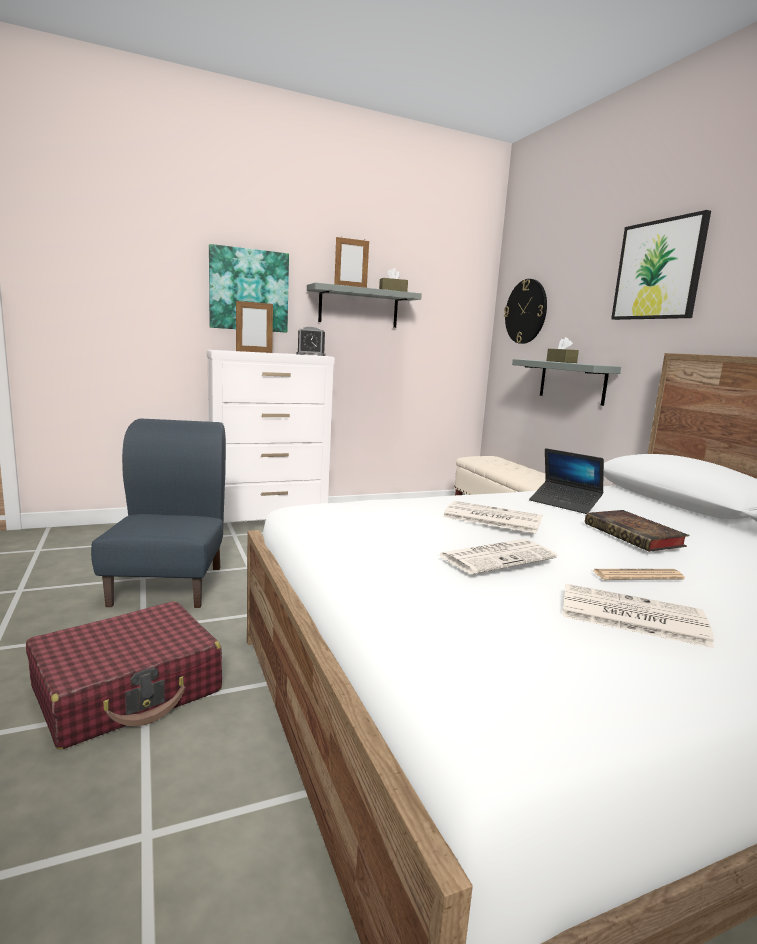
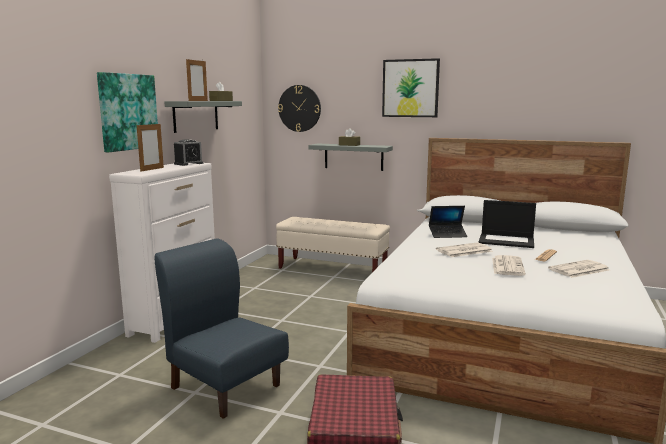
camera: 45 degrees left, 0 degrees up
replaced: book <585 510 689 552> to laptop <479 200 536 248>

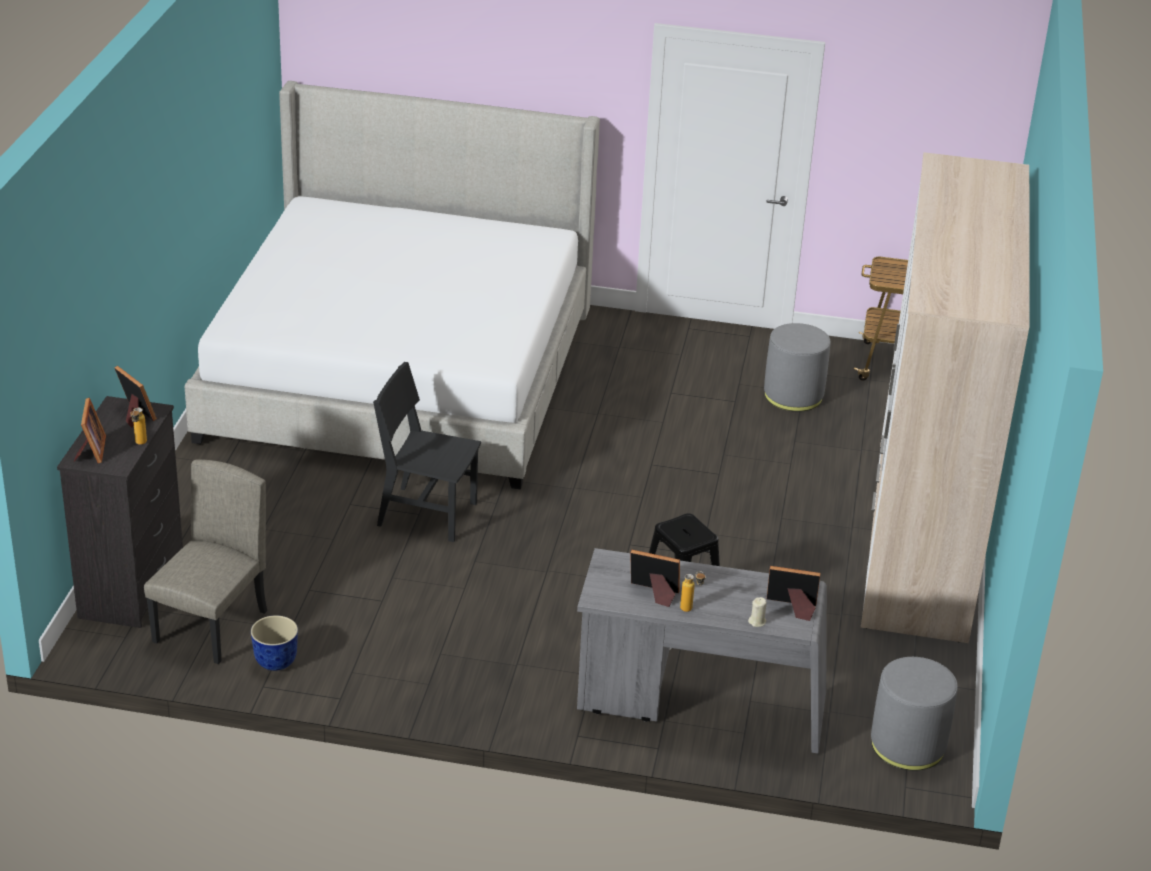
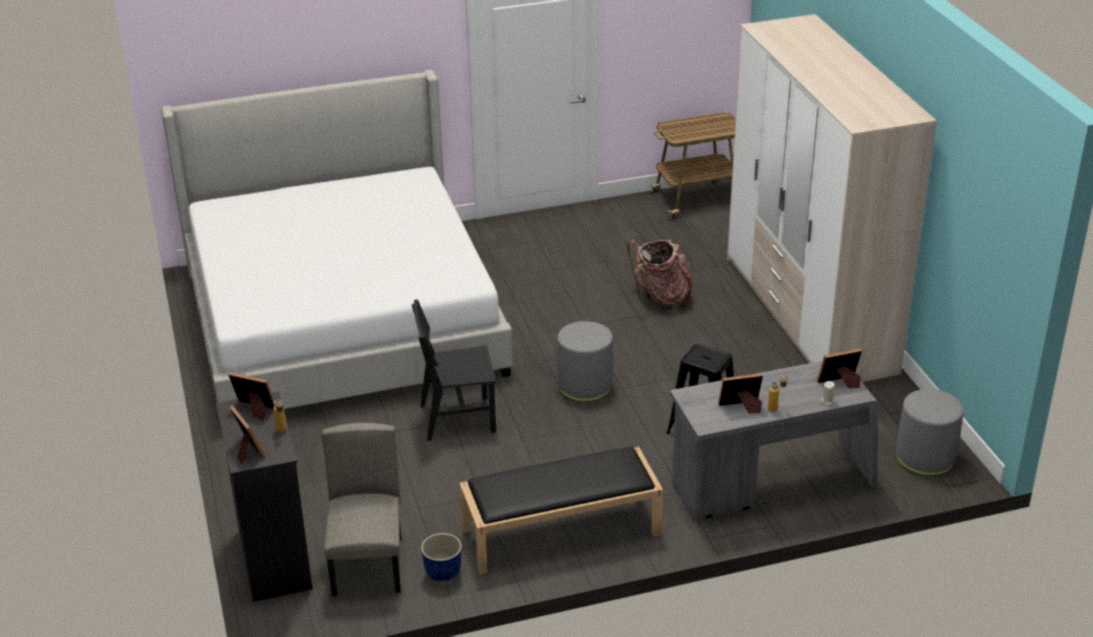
camera: 25 degrees left, 0 degrees up
added: backpack <627 240 692 309>; black bench <460 447 663 574>
moved: grey ottoman <764 323 830 412> to <557 321 613 402>

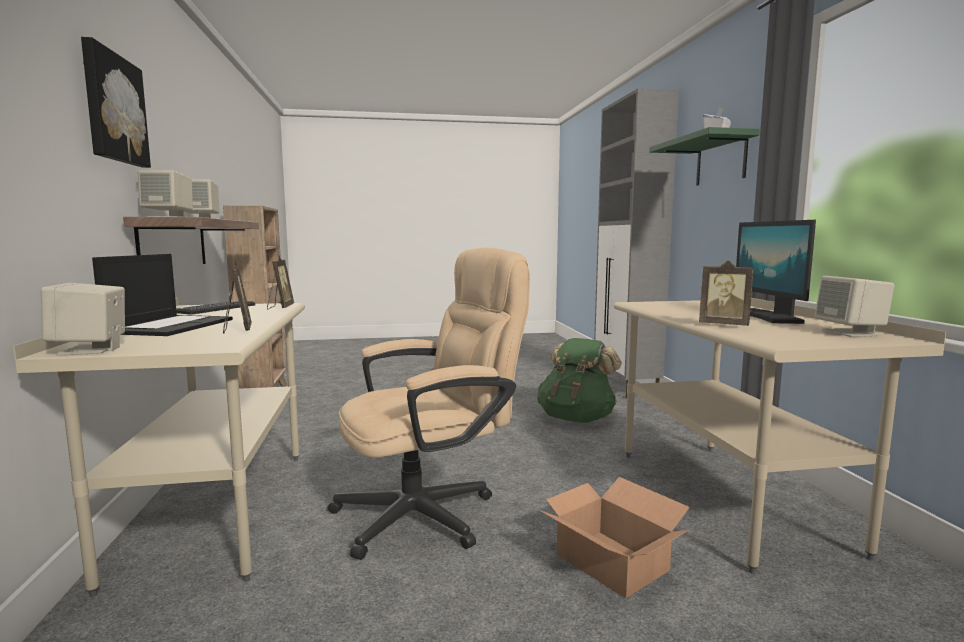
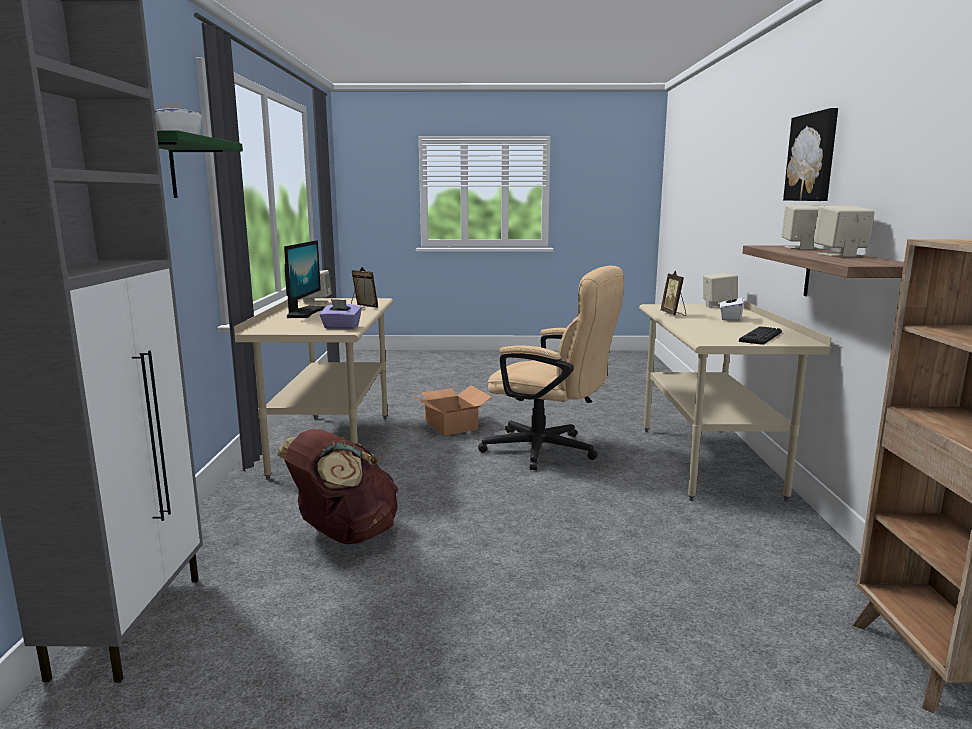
camera: 170 degrees left, 5 degrees up
removed: picture frame <267 256 294 310>
added: purple tissue box <319 299 362 329>
replaced: laptop <92 254 233 336> to white tissue box <720 291 744 321>
recoloured: green backpack <537 338 622 423> to brown backpack <277 429 399 544>
turned: beige office chair <327 248 530 560> = <478 266 624 471> 135 degrees counterclockwise

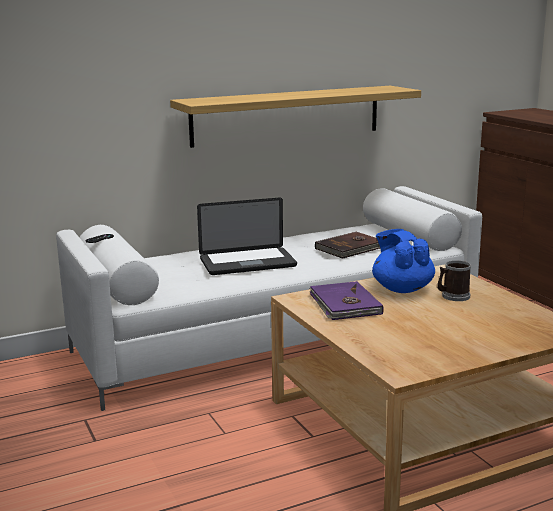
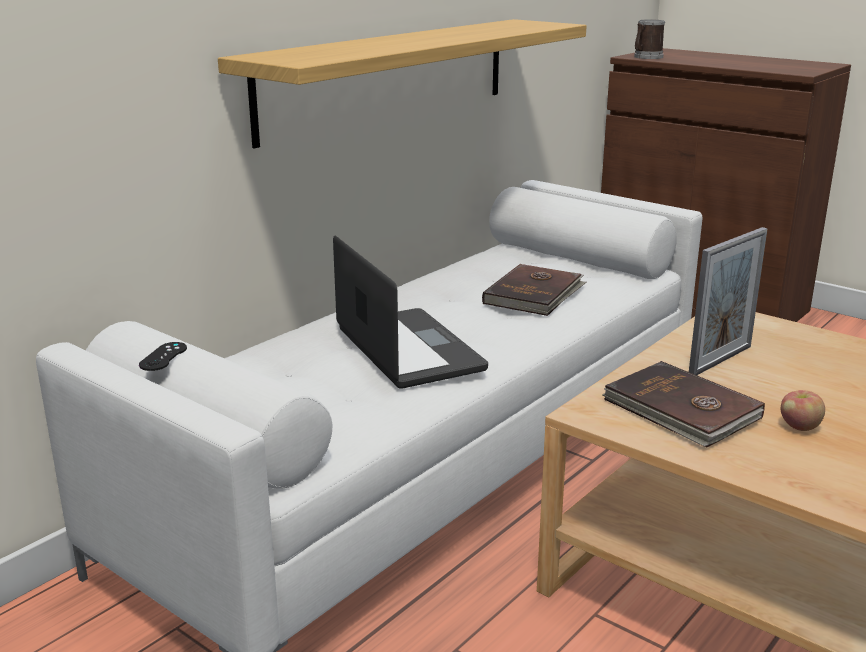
camera: 25 degrees left, 5 degrees up
added: apple <781 390 825 431>
moved: mug <437 261 471 301> to <634 19 665 59>
replaced: blue teapot <372 229 435 293> to picture frame <689 227 768 375>
recoloured: purple book <310 281 384 320> to brown book <602 361 765 447>
turned: laptop <197 198 297 275> = <333 236 488 389> 75 degrees counterclockwise

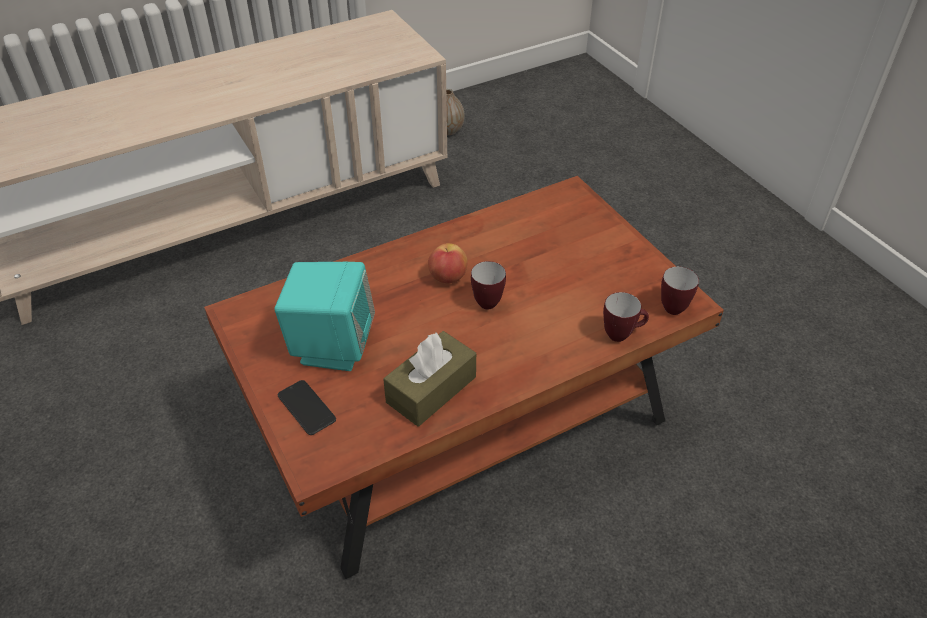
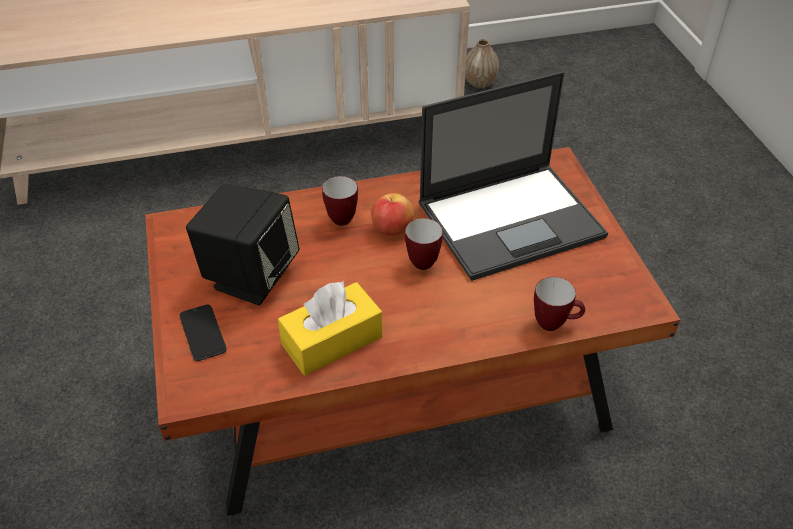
camera: 15 degrees right, 0 degrees up
added: laptop <419 71 608 281>
moved: mug <661 266 699 315> to <322 176 358 226>
recoloured: turquoise speaker <274 262 375 371> to black speaker <186 184 299 305>; brown tissue box <383 331 476 427> to yellow tissue box <278 281 382 375>

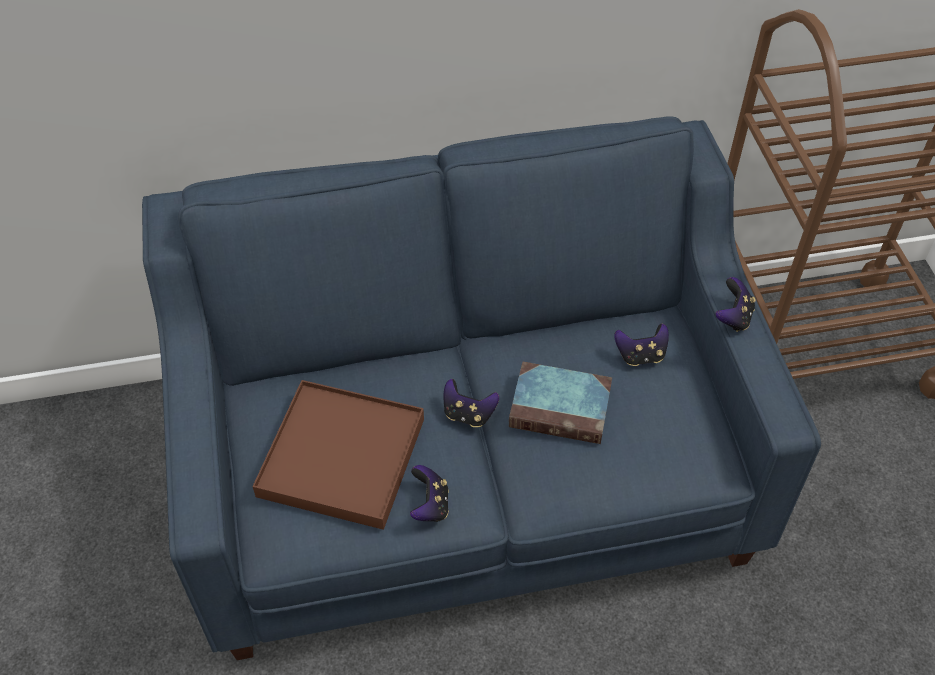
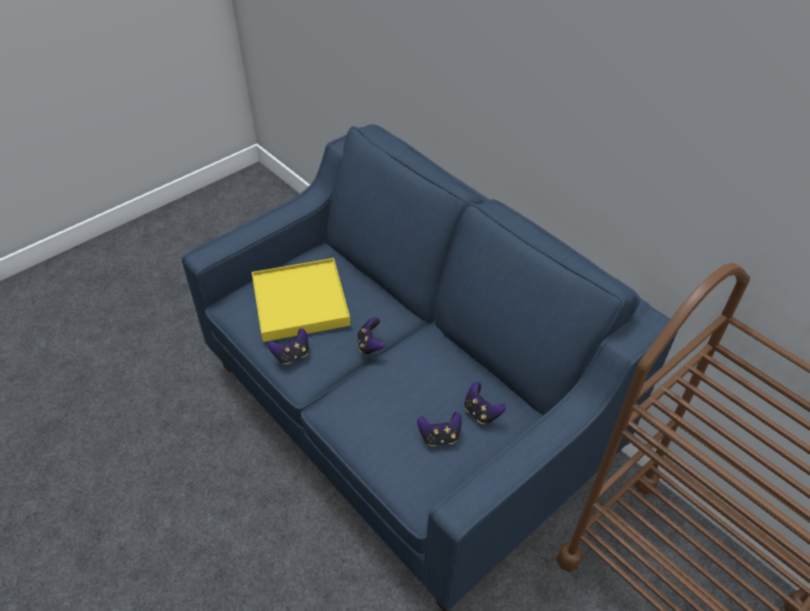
camera: 60 degrees right, 5 degrees down
removed: book <509 362 612 444>
moved: game controller <715 277 756 332> to <417 411 462 446>
recoloured: brown tray <252 380 424 530> to yellow tray <252 258 351 342>

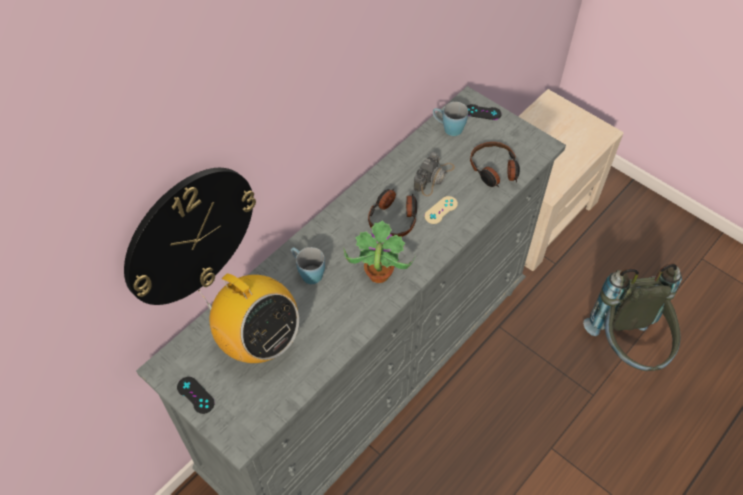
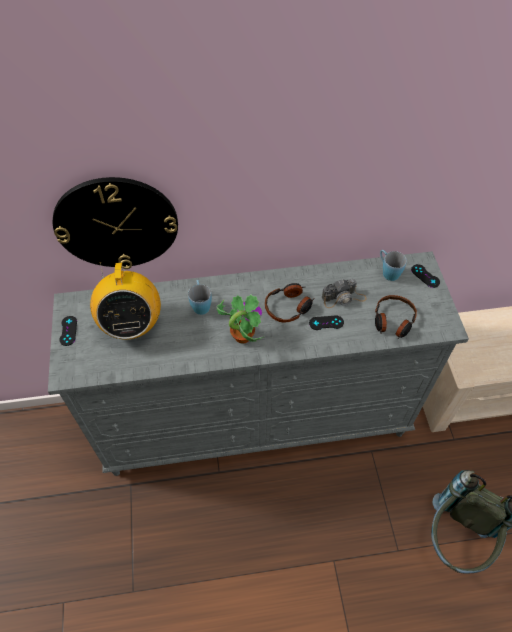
camera: 40 degrees right, 0 degrees up
recoloured: beige game controller <424 196 458 224> to black game controller <309 316 344 330>

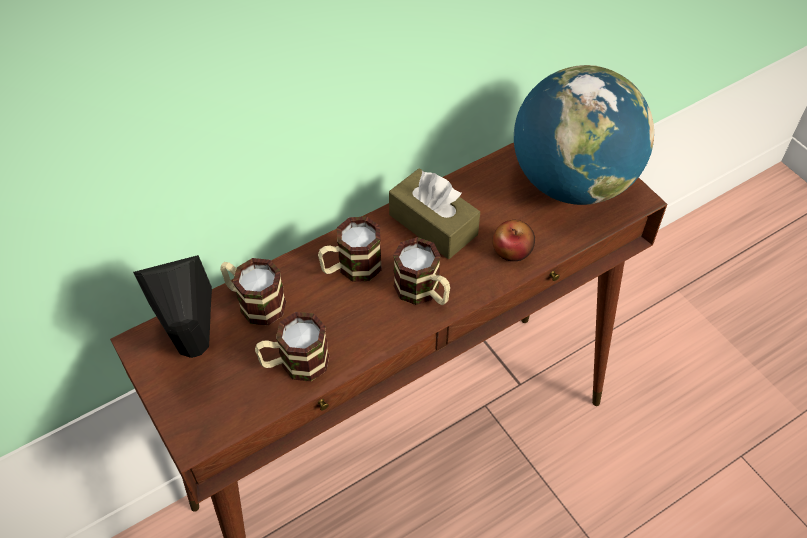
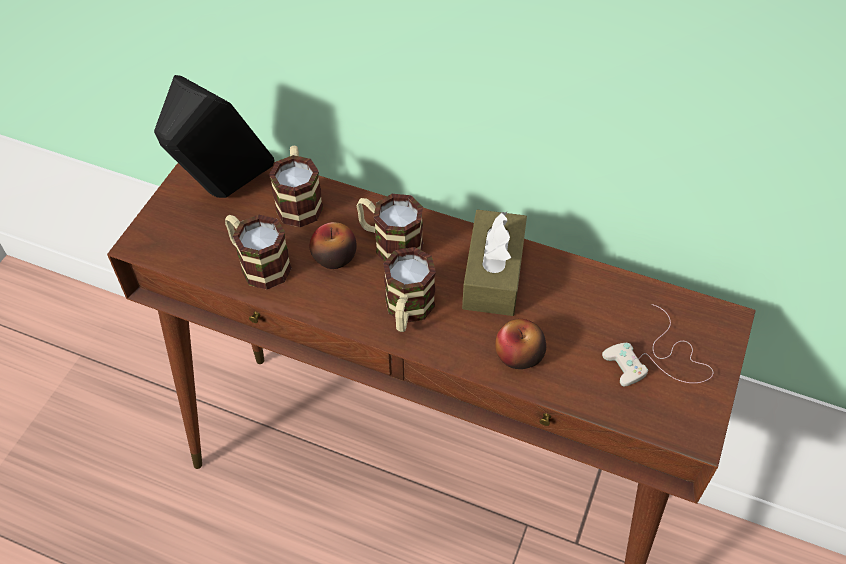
camera: 55 degrees right, 0 degrees up
added: apple <310 222 357 269>
replaced: globe <514 65 654 205> to white game controller <602 304 713 386>

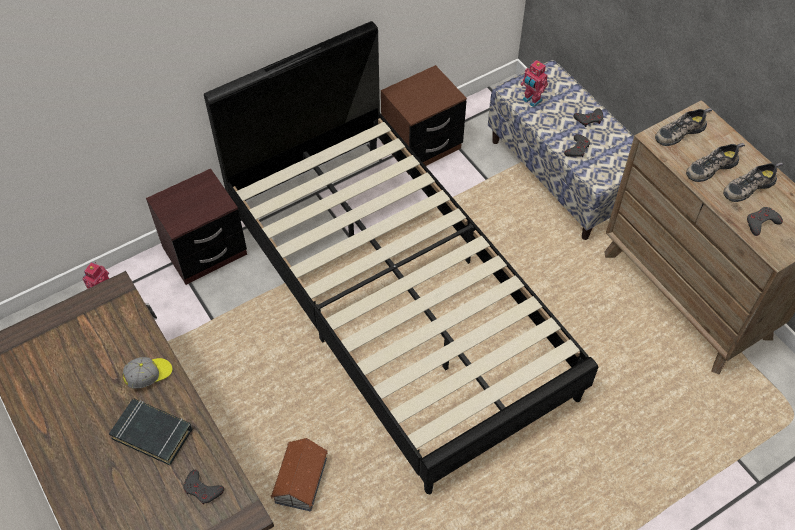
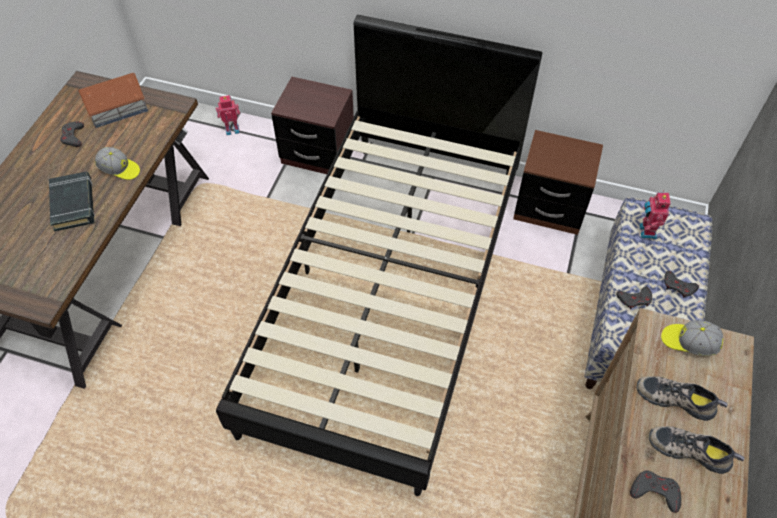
camera: 50 degrees right, 0 degrees up
moved: toy house <271 438 328 512> to <78 73 148 128>; grey game controller <184 470 224 504> to <60 121 84 147>
replaced: shoe <655 108 712 146> to cap <661 320 723 356>

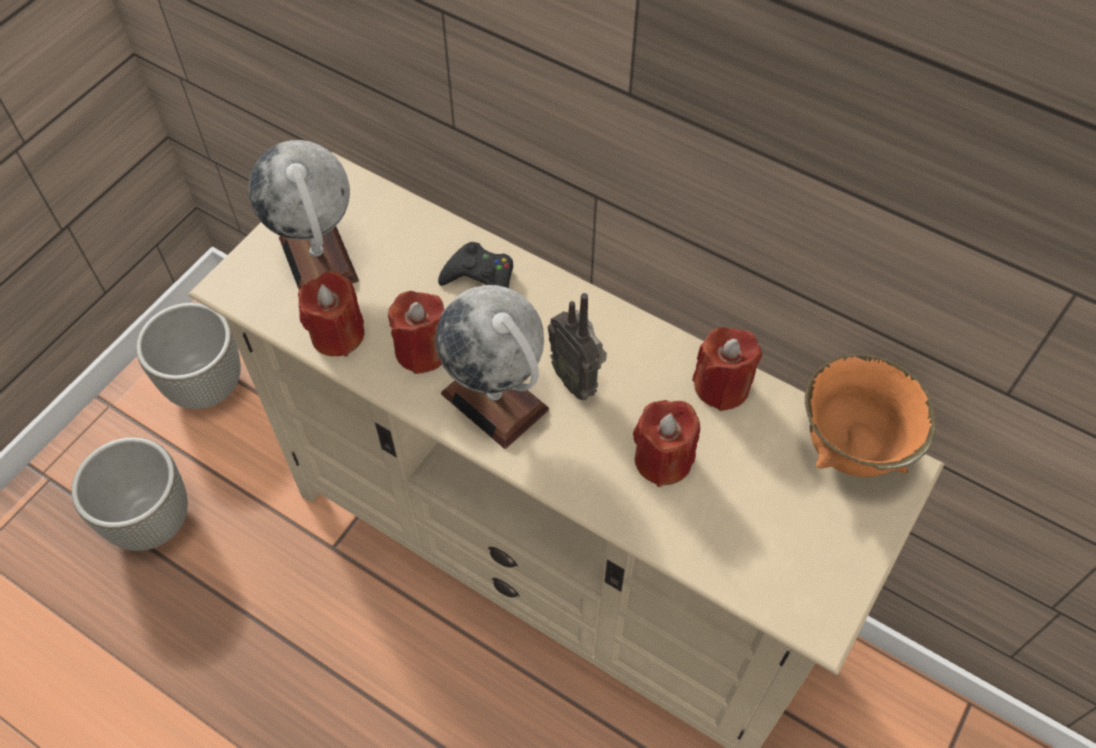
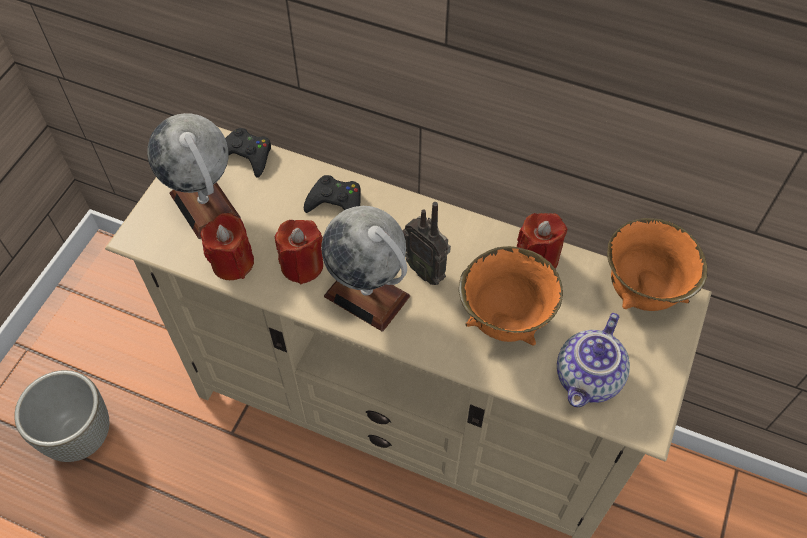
camera: 10 degrees left, 0 degrees up
removed: grey planter <136 302 241 409>
added: black game controller <225 128 271 178>; teapot <557 313 630 407>
replaced: red candle <633 400 700 487> to orange bowl <459 246 563 346>

